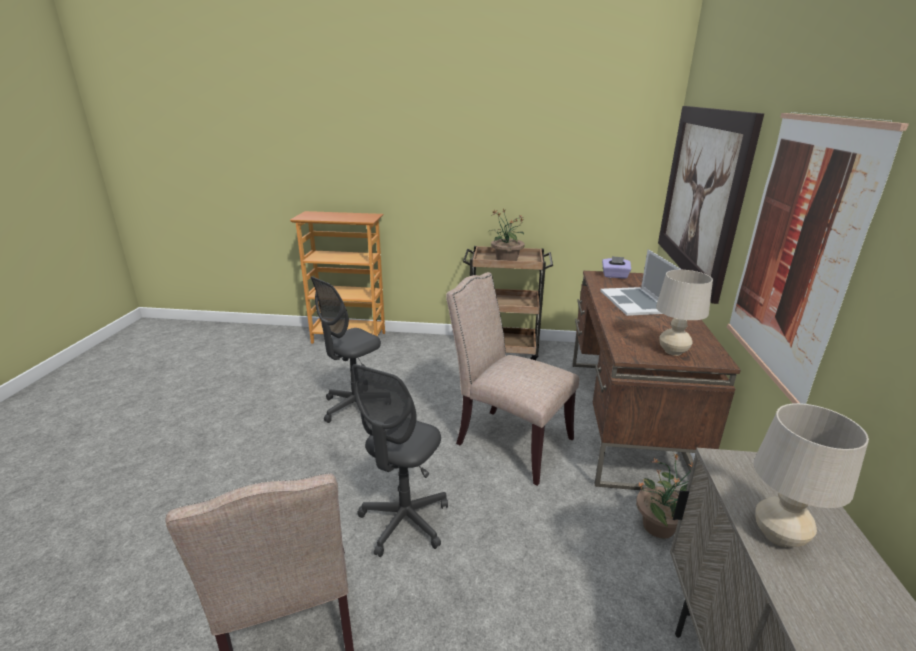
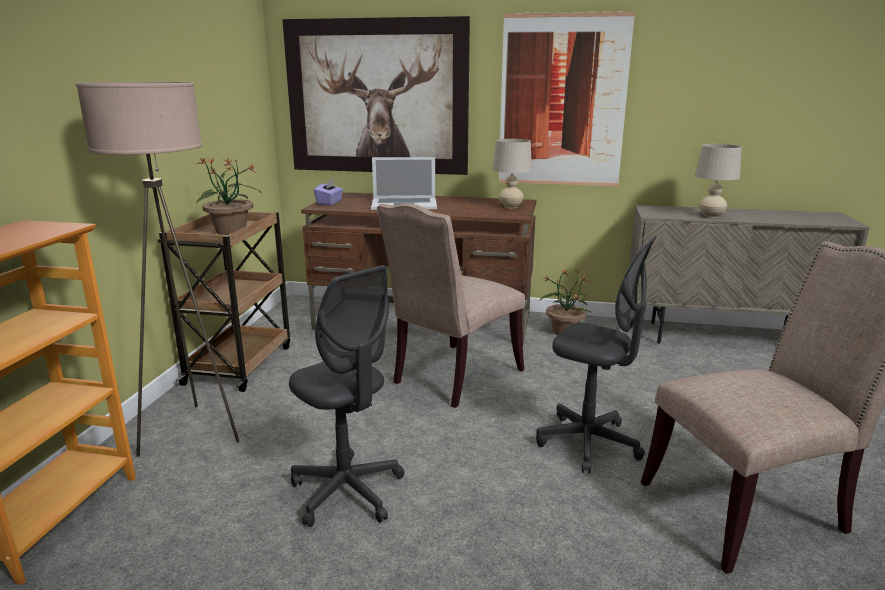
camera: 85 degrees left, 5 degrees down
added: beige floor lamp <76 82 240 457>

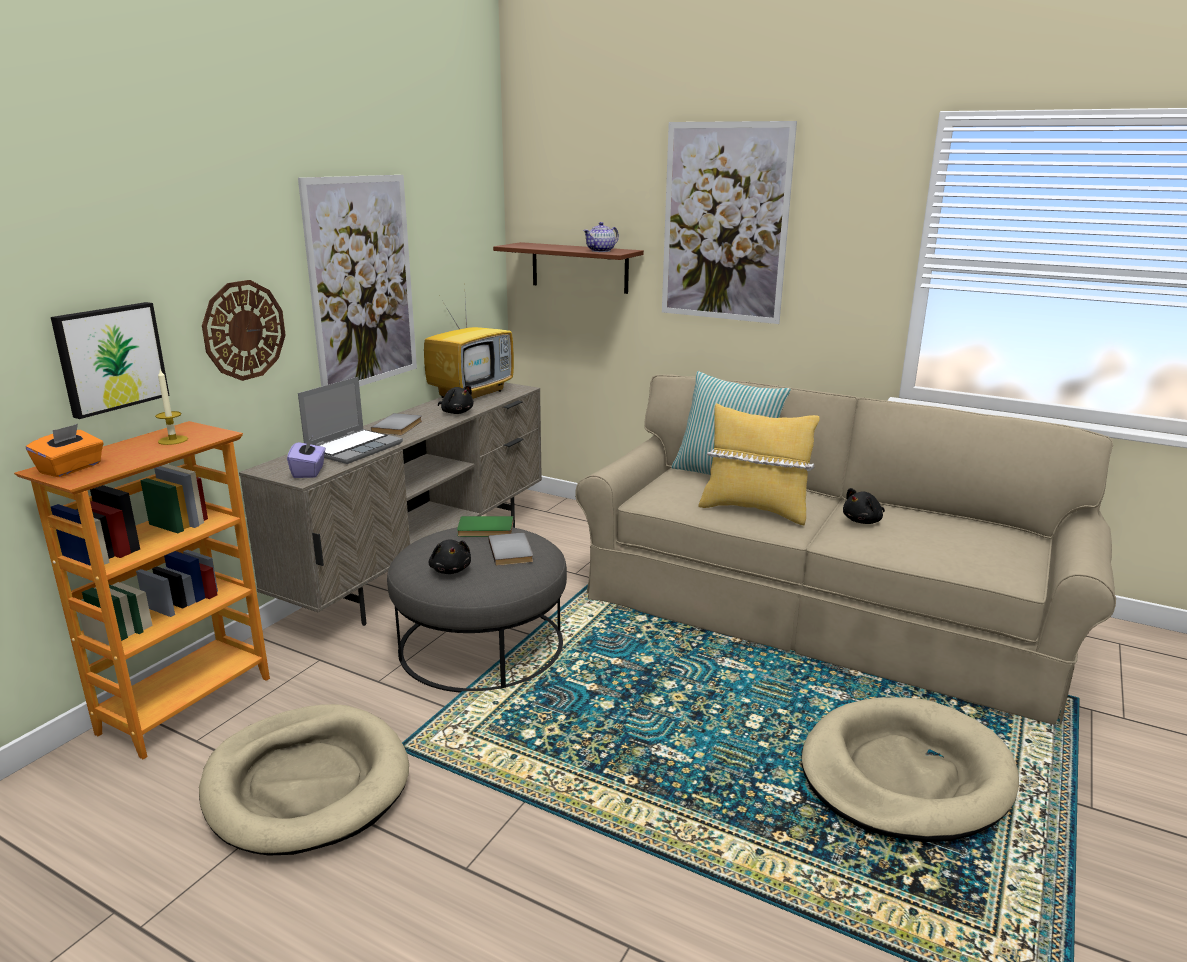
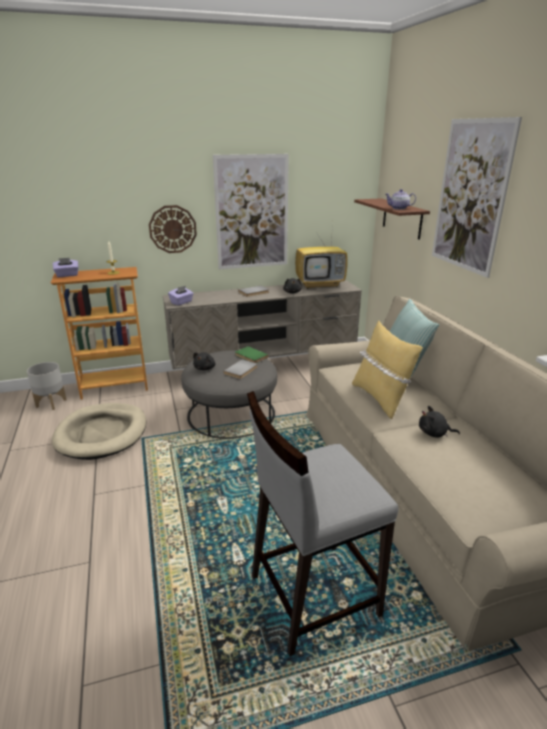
camera: 45 degrees right, 5 degrees up
removed: picture <51 302 170 419>; laptop <298 377 403 464>
added: grey planter <27 362 67 410>
replaced: beige dog bed <801 697 1019 842> to grey stool <247 391 398 656>
recoloured: orange tissue box <26 424 104 477> to purple tissue box <53 258 78 277>

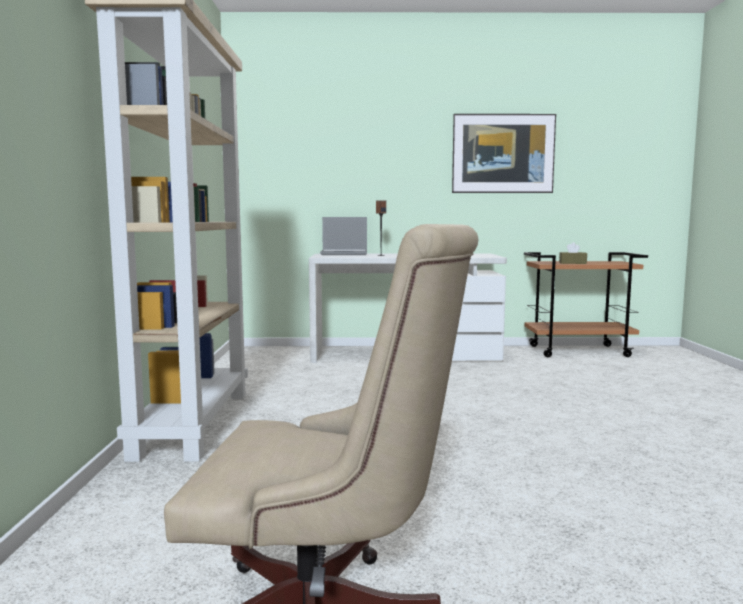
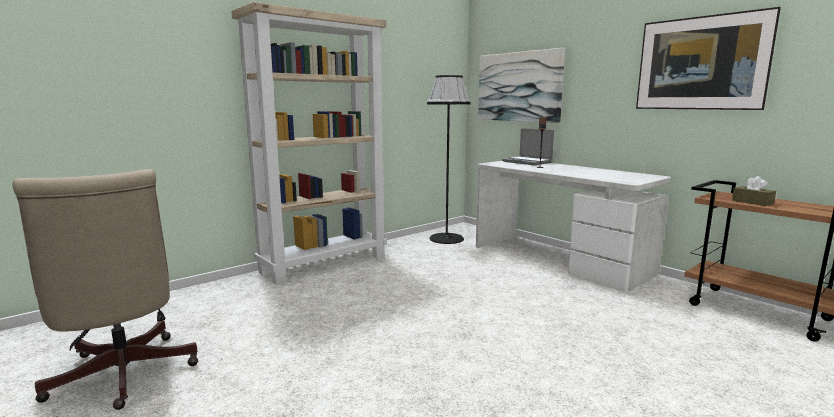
camera: 50 degrees right, 5 degrees up
added: picture <478 48 565 123>; black floor lamp <427 75 471 244>

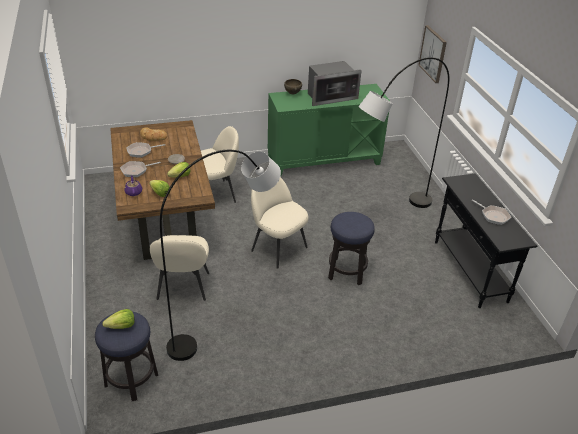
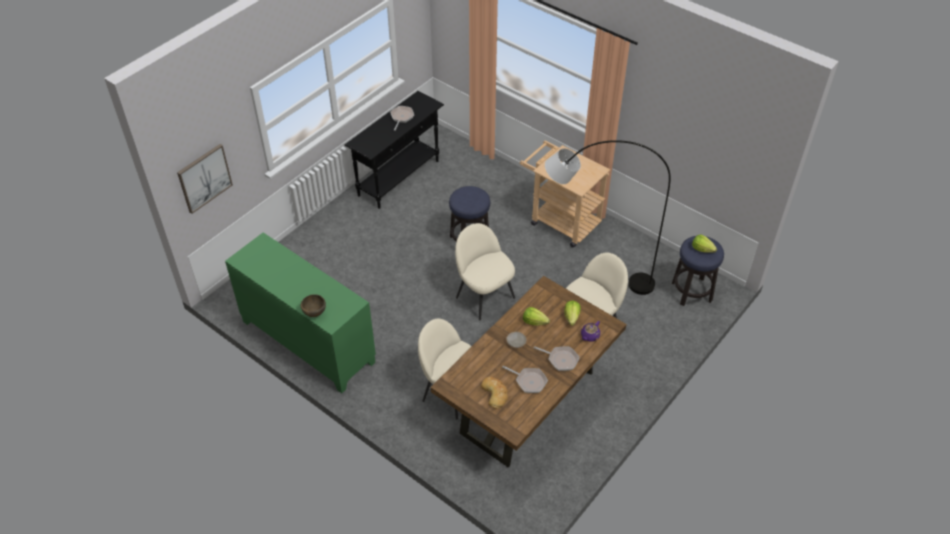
camera: 125 degrees left, 10 degrees up
removed: grey floor lamp <358 57 449 208>; microwave <308 61 362 106>
added: beige cart <520 140 610 247>
turned: beige chair <251 177 309 269> = <455 223 515 321> 135 degrees clockwise

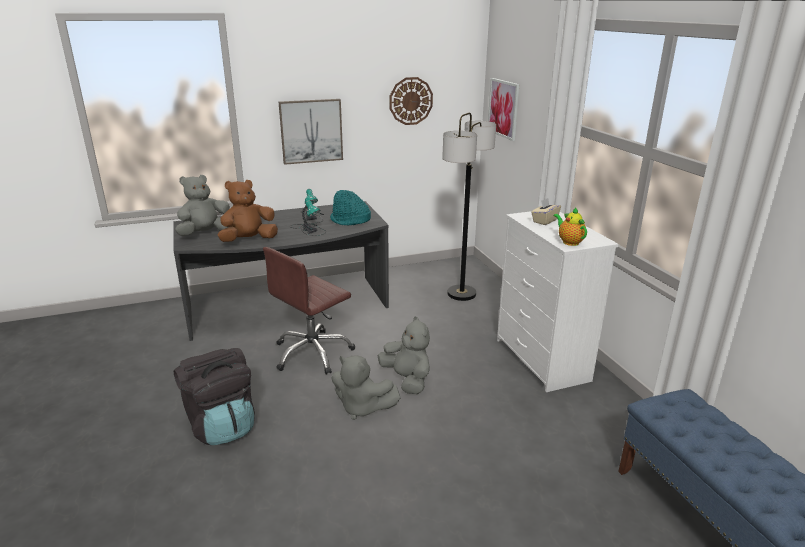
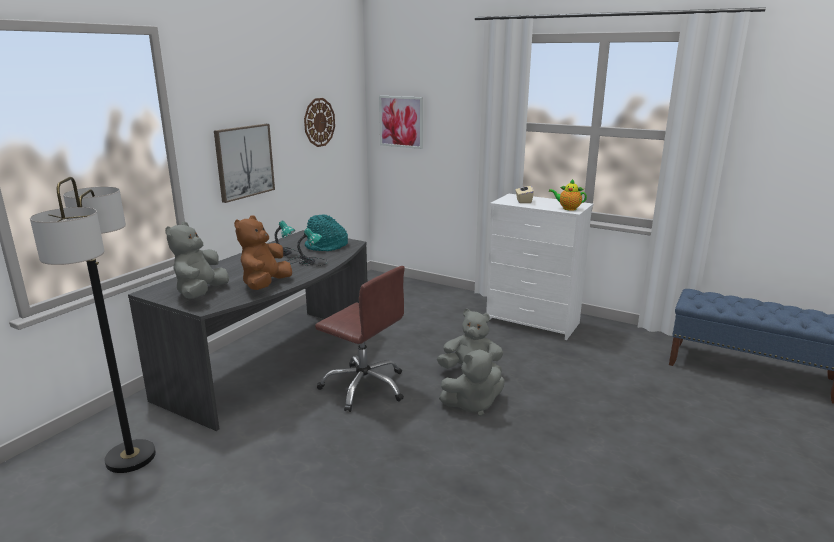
camera: 40 degrees left, 5 degrees down
removed: black backpack <174 348 255 445>
moved: floor lamp <442 113 496 301> to <30 177 156 473>
turned: brown office chair <263 247 355 375> = <315 266 405 412> 60 degrees counterclockwise

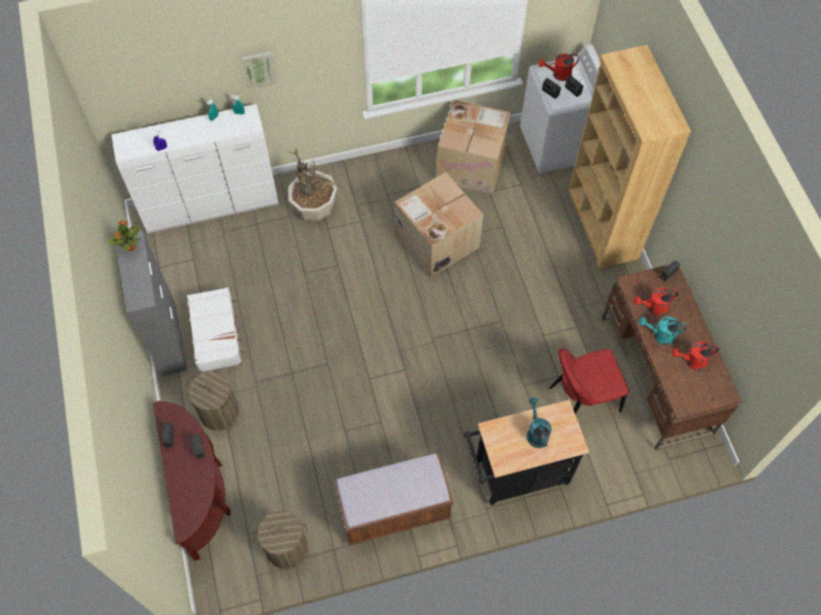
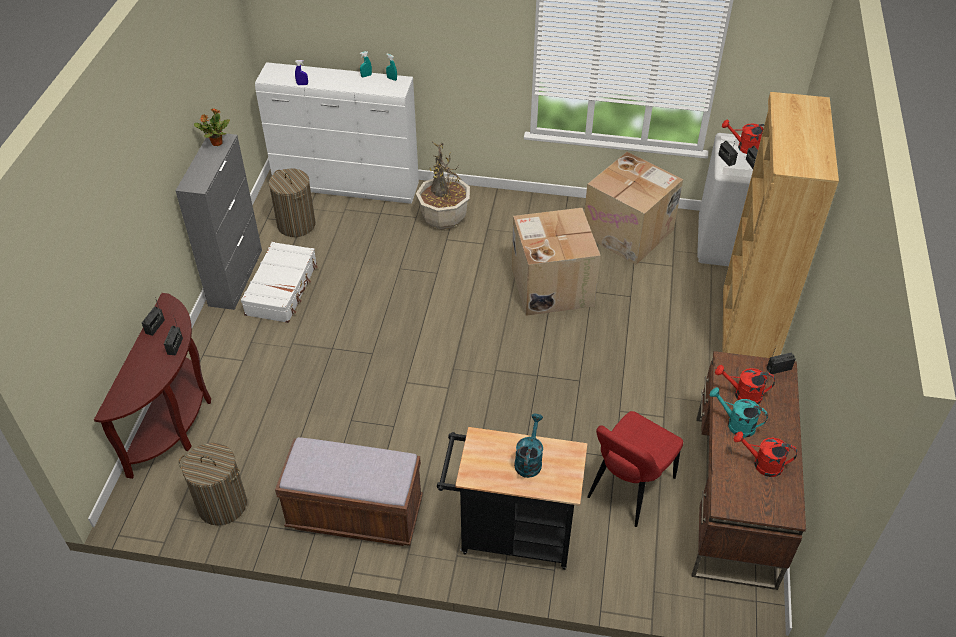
camera: 25 degrees right, 15 degrees down
removed: picture <242 51 277 89>
moved: laundry basket <187 372 239 431> to <269 168 316 237>
turned: red chair <549 348 629 414> = <587 411 683 527> 60 degrees counterclockwise

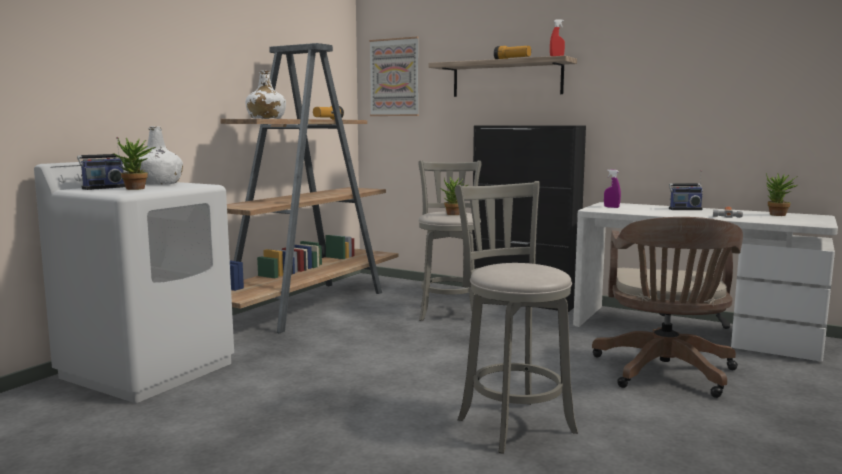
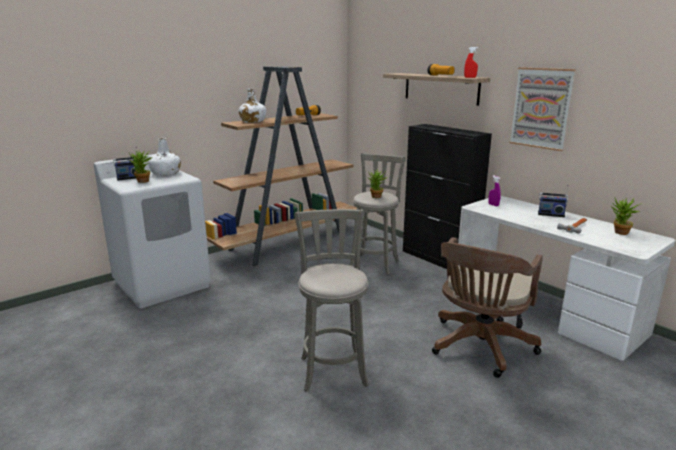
camera: 20 degrees right, 10 degrees up
moved: picture <369 37 419 116> to <510 67 576 151>

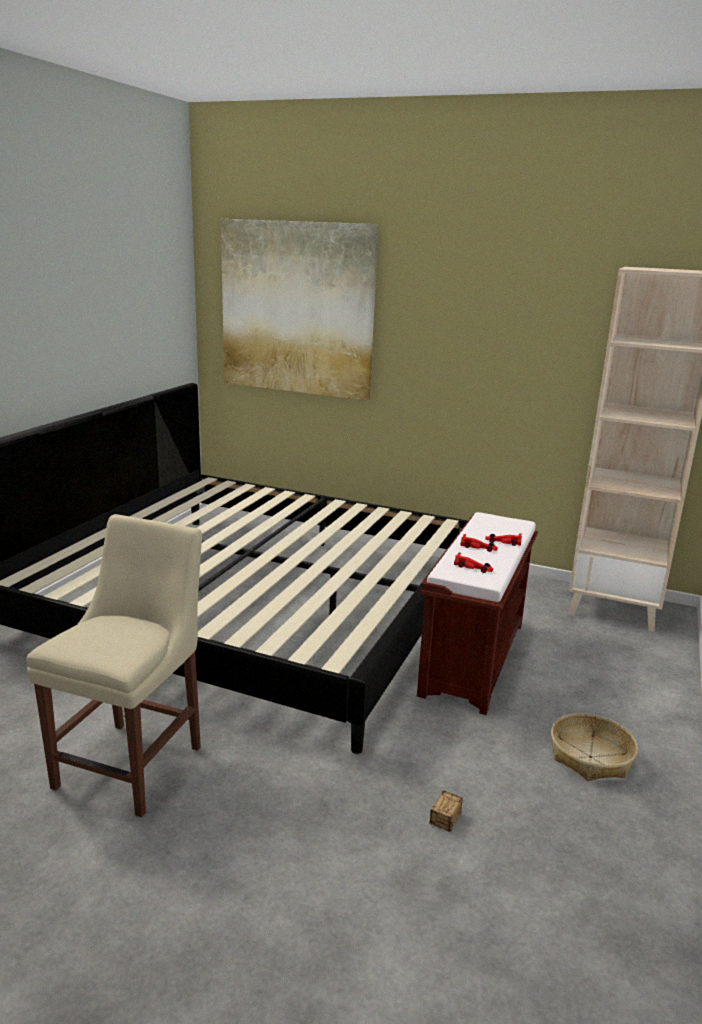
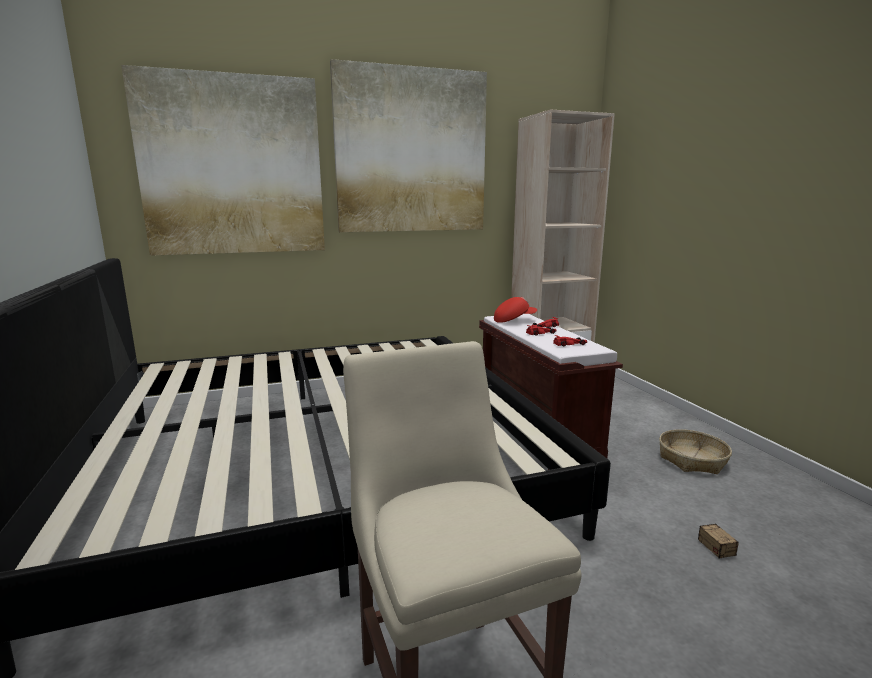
camera: 40 degrees left, 5 degrees down
added: picture <330 59 487 232>; red cap <494 297 537 323>

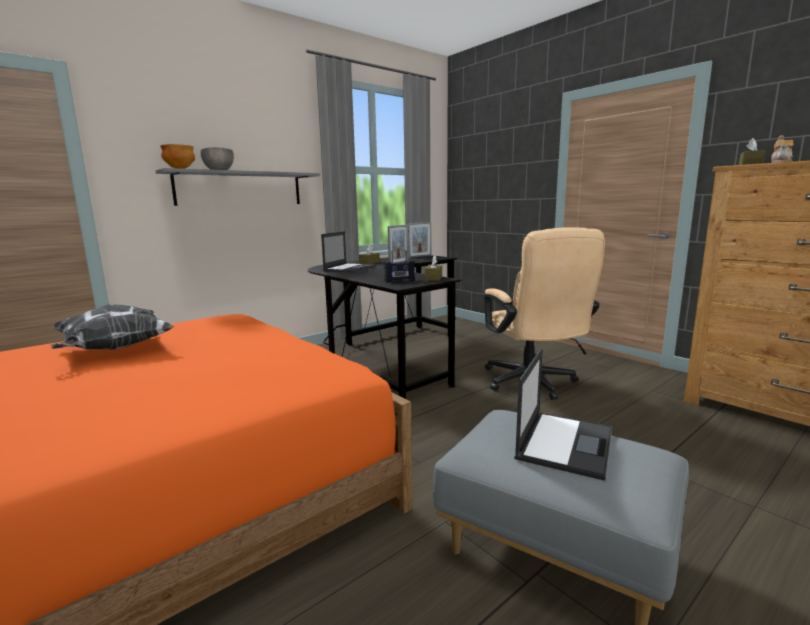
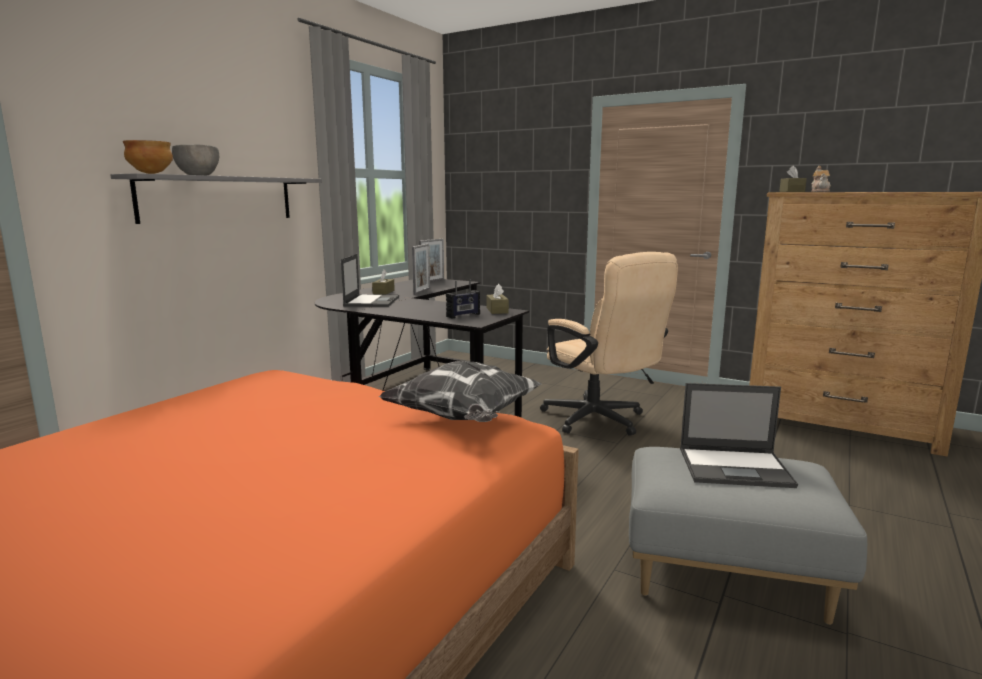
camera: 20 degrees left, 0 degrees up
moved: pillow <50 304 174 349> to <378 361 542 422>
turned: laptop <514 348 612 481> = <680 383 798 488> 90 degrees clockwise

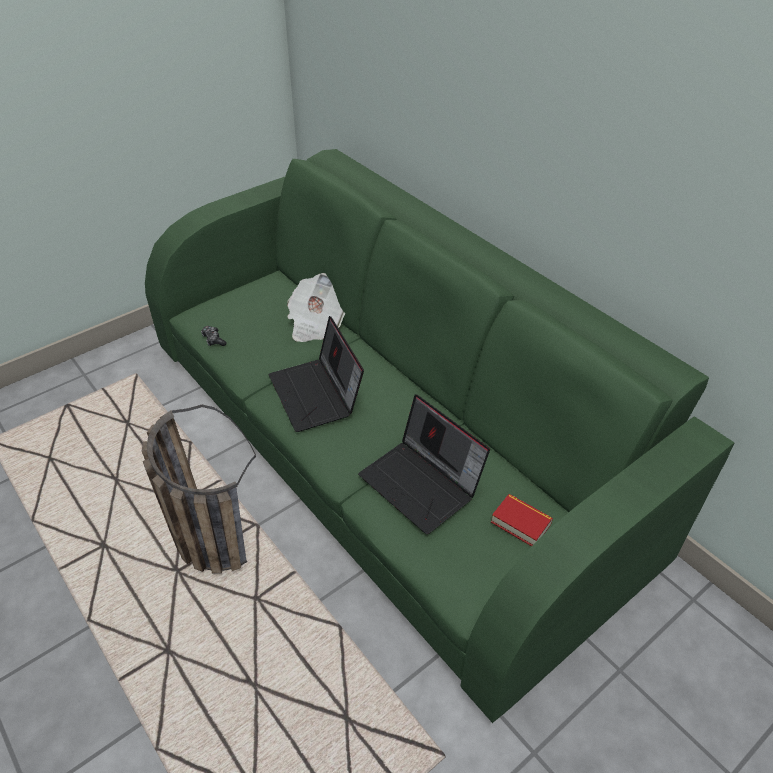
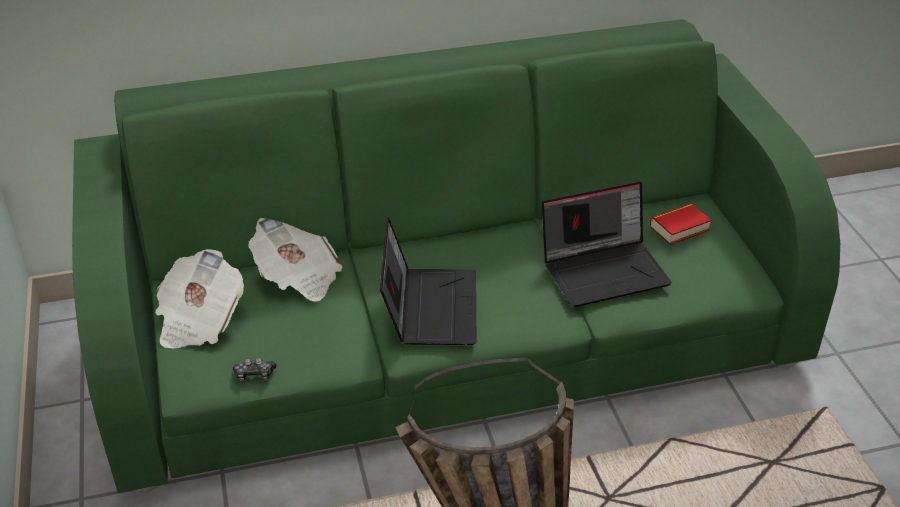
camera: 65 degrees left, 5 degrees down
added: newspaper <155 249 244 349>
turned: laptop <268 316 364 432> = <380 217 476 345> 90 degrees counterclockwise

